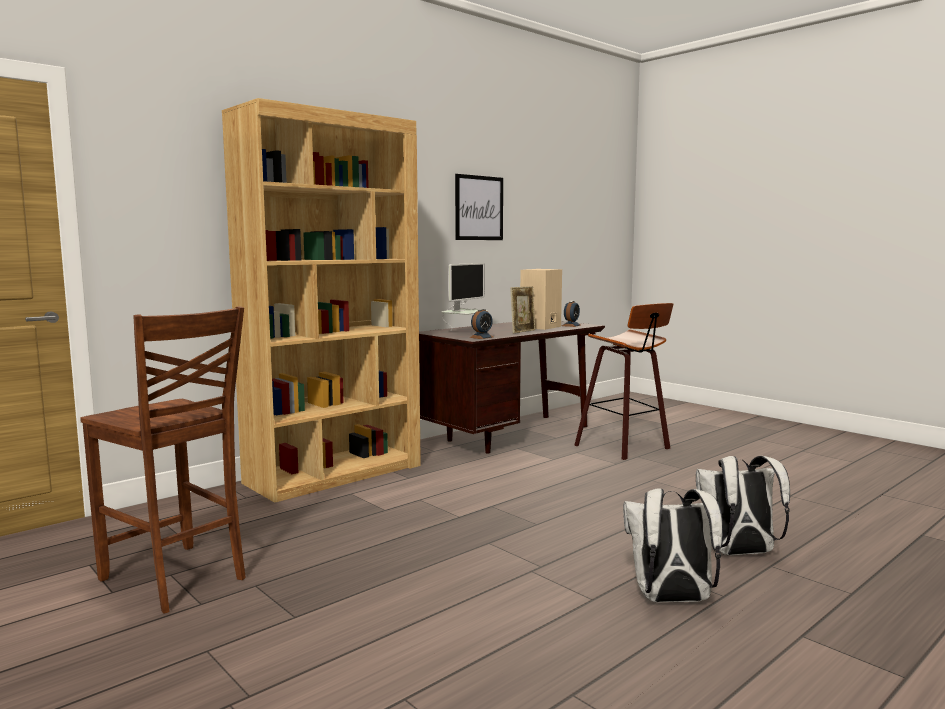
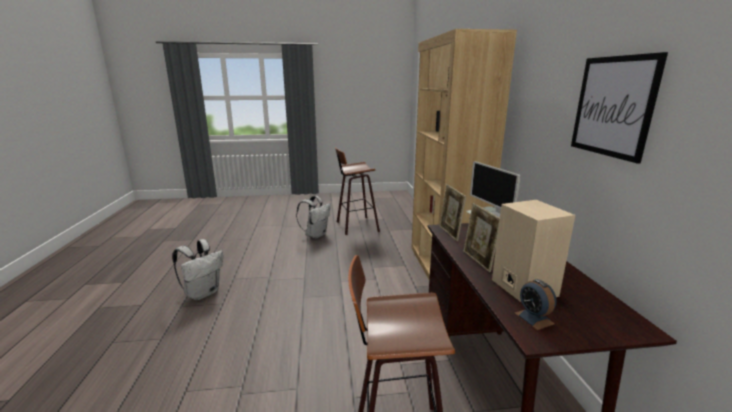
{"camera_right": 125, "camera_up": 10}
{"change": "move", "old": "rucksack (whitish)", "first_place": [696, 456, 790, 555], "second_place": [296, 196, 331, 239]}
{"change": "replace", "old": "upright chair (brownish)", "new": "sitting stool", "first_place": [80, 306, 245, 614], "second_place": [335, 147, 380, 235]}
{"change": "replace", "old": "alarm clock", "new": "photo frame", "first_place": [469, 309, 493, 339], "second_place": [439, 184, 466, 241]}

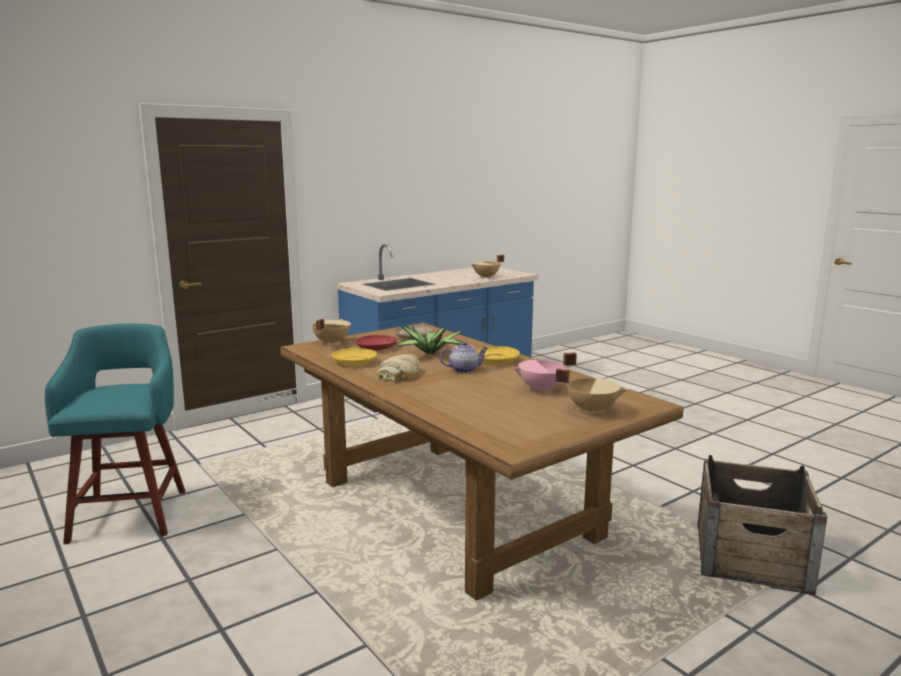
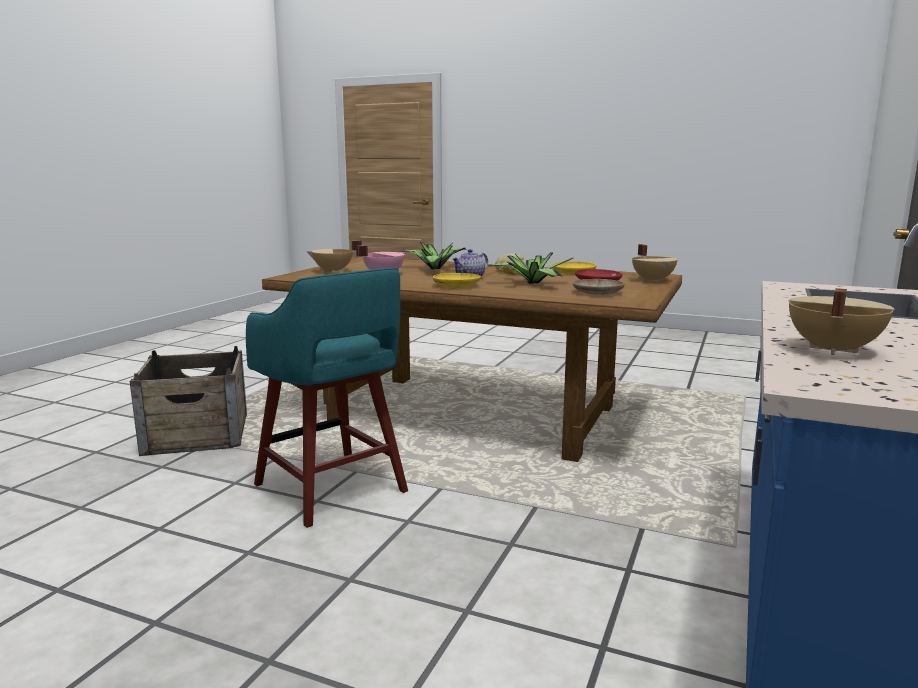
{"camera_right": 150, "camera_up": 0}
{"change": "insert", "new": "potted plant", "second_place": [401, 242, 466, 270]}
{"change": "move", "old": "sitting stool (turquoise)", "first_place": [45, 324, 185, 544], "second_place": [246, 268, 408, 528]}

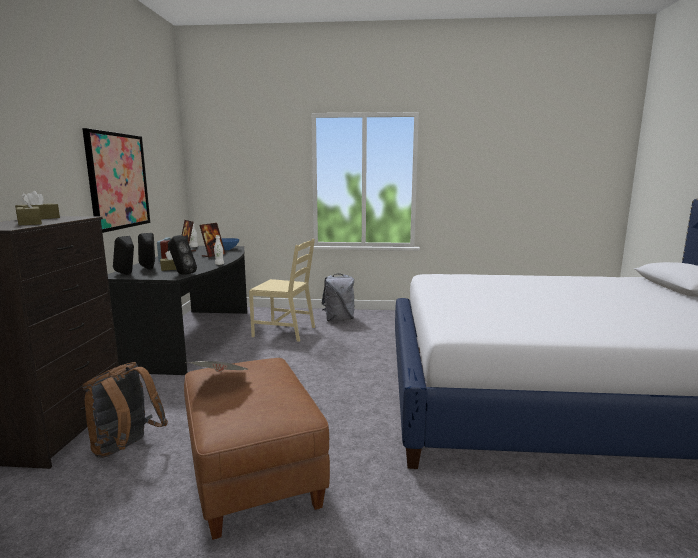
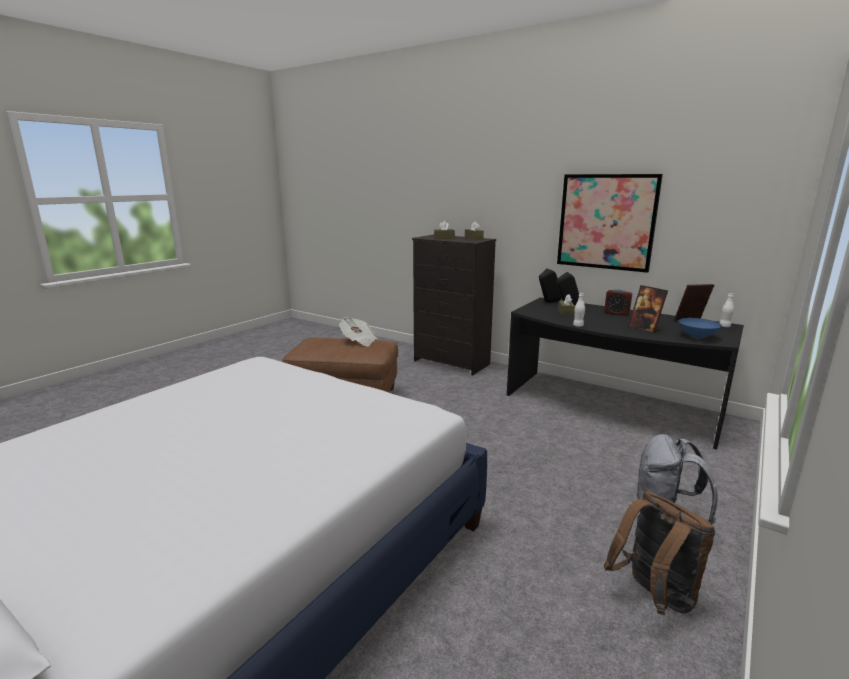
{"camera_right": 120, "camera_up": 5}
{"change": "delete", "old": "speaker (black)", "first_place": [168, 235, 197, 275]}
{"change": "delete", "old": "upright chair (beige-coloured)", "first_place": [249, 239, 315, 342]}
{"change": "move", "old": "rucksack (brownish)", "first_place": [82, 362, 168, 458], "second_place": [604, 491, 716, 615]}

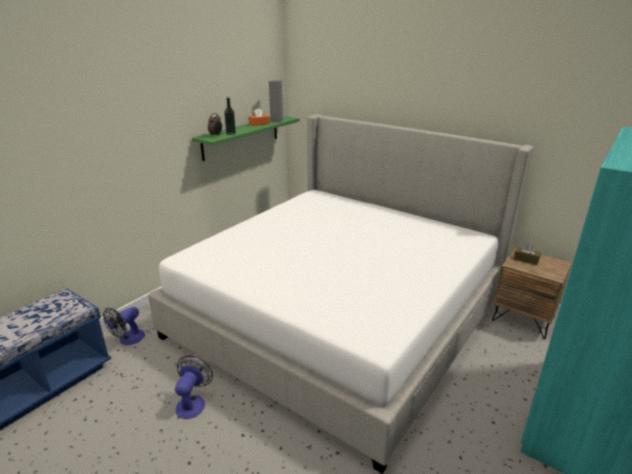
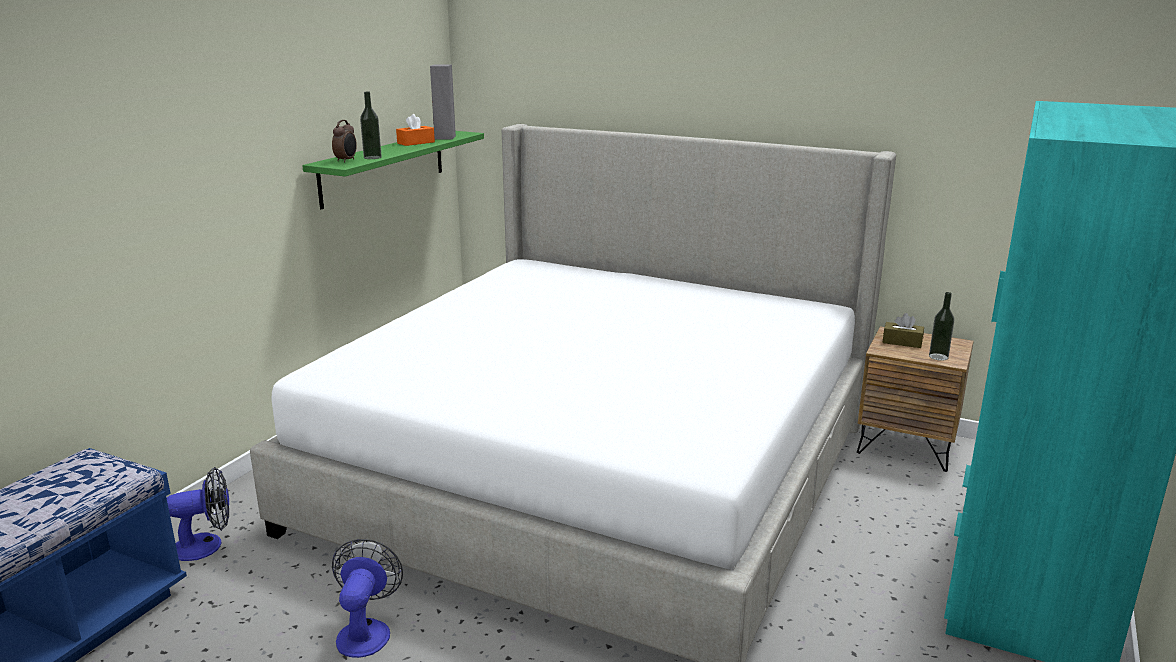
{"camera_right": -10, "camera_up": -5}
{"change": "insert", "new": "beverage bottle", "second_place": [929, 292, 954, 361]}
{"change": "rotate", "old": "fan", "first_place": [103, 307, 145, 345], "second_place": [166, 467, 229, 561], "degrees": -135}

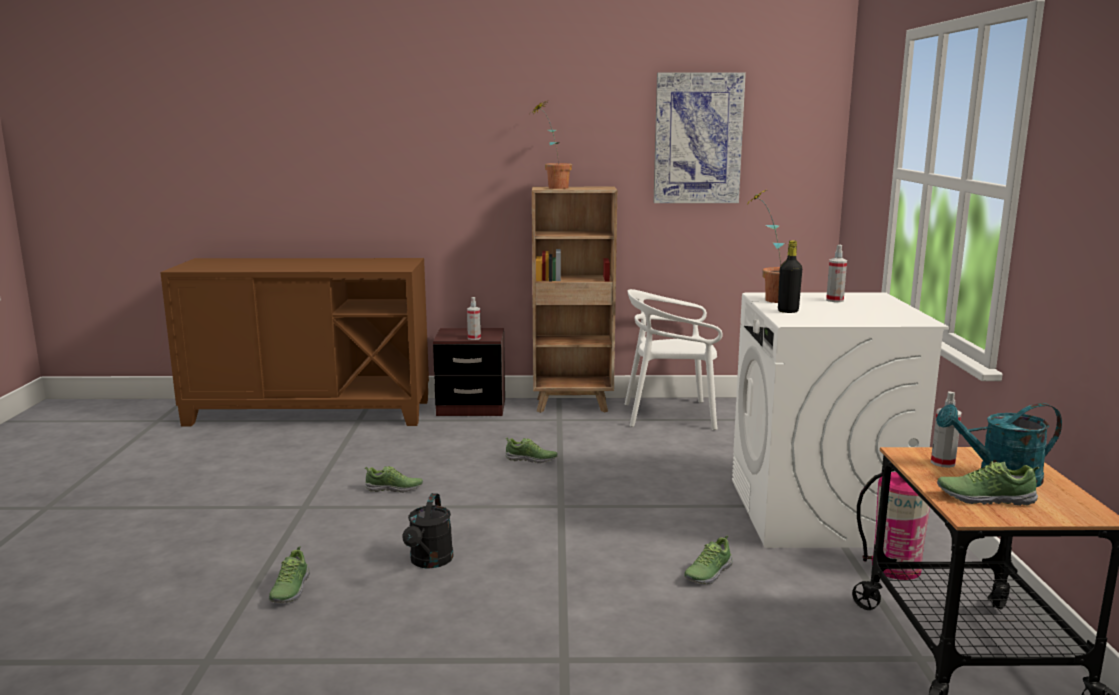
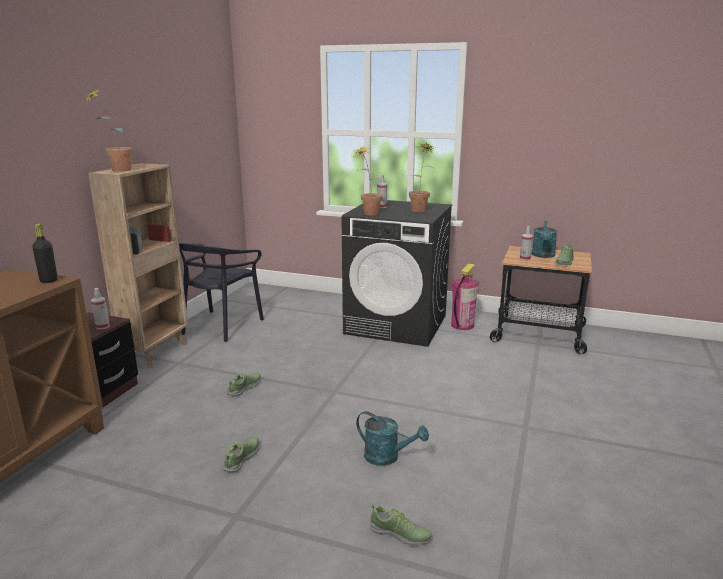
{"camera_right": -70, "camera_up": 5}
{"change": "delete", "old": "wall picture", "first_place": [653, 72, 746, 203]}
{"change": "delete", "old": "shoe", "first_place": [684, 536, 733, 584]}
{"change": "insert", "new": "potted plant", "second_place": [409, 143, 435, 212]}
{"change": "move", "old": "beverage bottle (black)", "first_place": [778, 240, 802, 313], "second_place": [32, 223, 58, 283]}
{"change": "recolor", "old": "sprinkling can (black)", "new": "sprinkling can (turquoise)", "first_place": [402, 493, 454, 568], "second_place": [356, 411, 429, 466]}
{"change": "recolor", "old": "upright chair (whitish)", "new": "upright chair (black)", "first_place": [624, 289, 723, 430], "second_place": [179, 243, 264, 342]}
{"change": "recolor", "old": "laundry appliance (whitish)", "new": "laundry appliance (black)", "first_place": [732, 292, 949, 548], "second_place": [341, 200, 452, 347]}

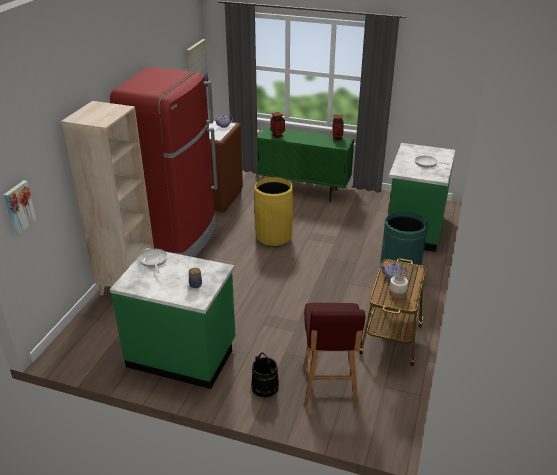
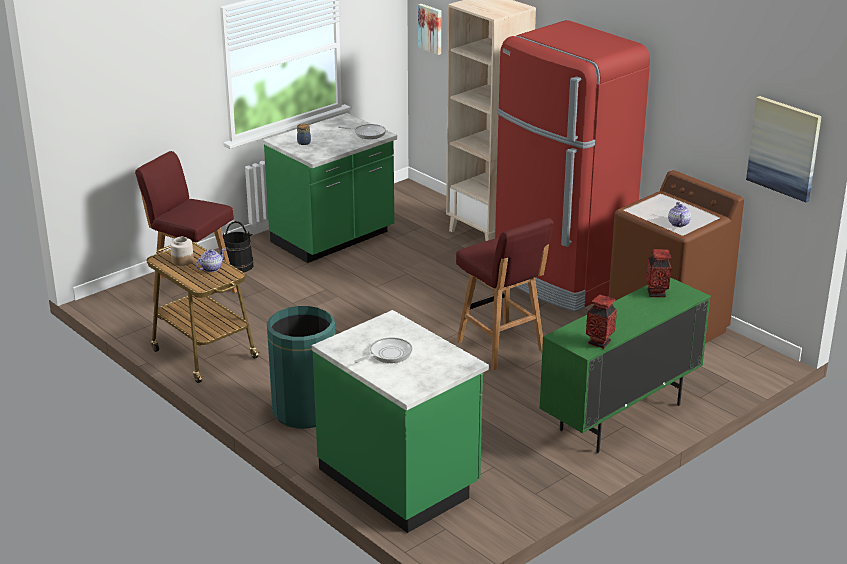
{"camera_right": 120, "camera_up": -5}
{"change": "replace", "old": "rubbish bin (yellow)", "new": "sitting stool (red)", "first_place": [254, 177, 293, 246], "second_place": [456, 218, 554, 370]}

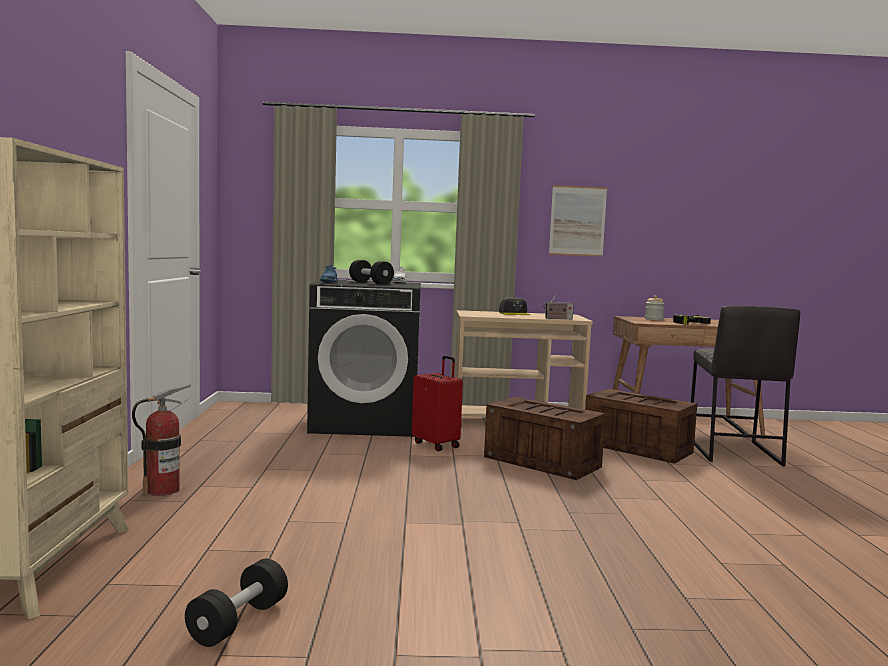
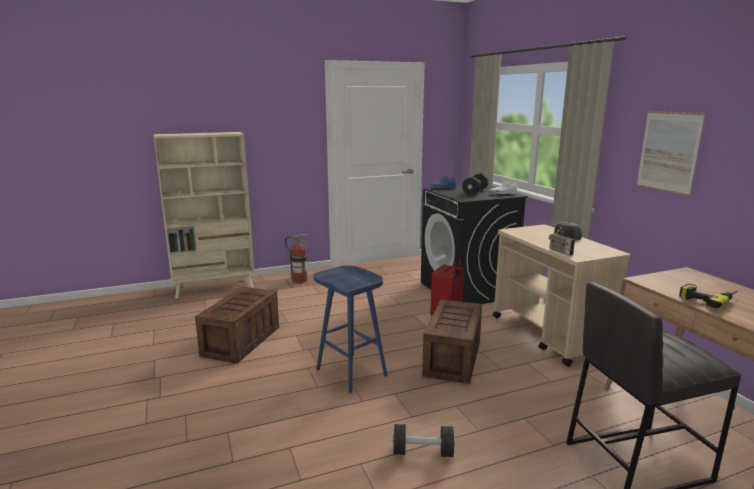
{"camera_right": 70, "camera_up": 10}
{"change": "delete", "old": "preserve jar", "first_place": [645, 295, 664, 320]}
{"change": "insert", "new": "sitting stool (blue-coloured)", "second_place": [314, 265, 387, 393]}
{"change": "move", "old": "dumbbell (black)", "first_place": [185, 559, 288, 647], "second_place": [393, 424, 455, 457]}
{"change": "move", "old": "packing crate", "first_place": [585, 389, 697, 464], "second_place": [195, 287, 279, 364]}

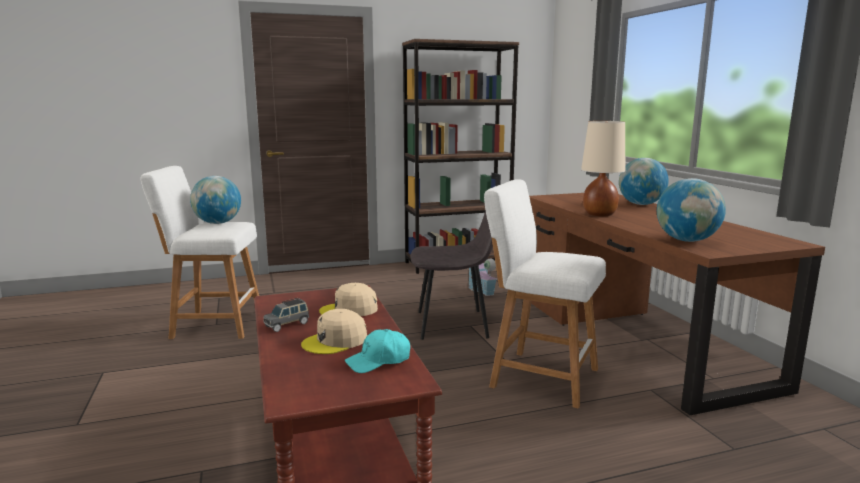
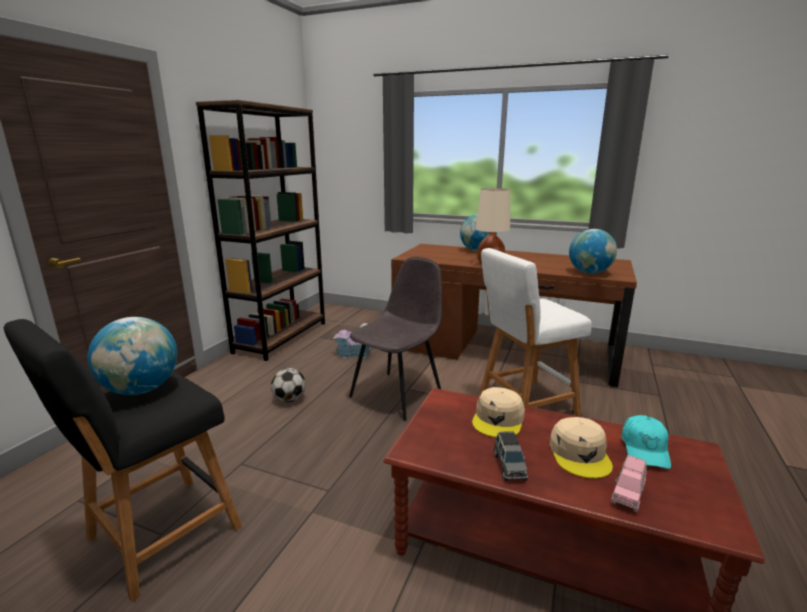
{"camera_right": -50, "camera_up": 5}
{"change": "insert", "new": "football", "second_place": [271, 368, 306, 402]}
{"change": "insert", "new": "miniature car (pink-coloured)", "second_place": [611, 455, 647, 513]}
{"change": "recolor", "old": "sitting stool (whitish)", "new": "sitting stool (black)", "first_place": [141, 166, 259, 339], "second_place": [4, 319, 242, 602]}

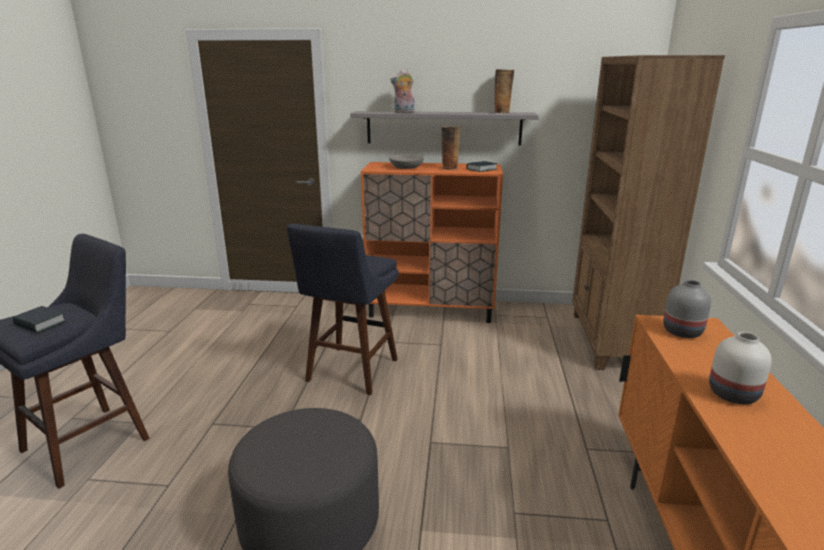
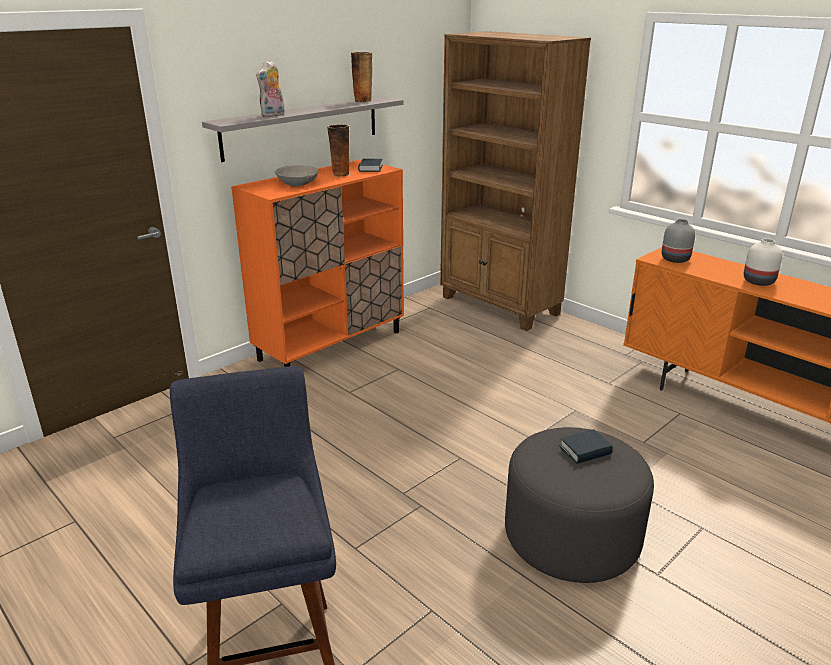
{"camera_right": -50, "camera_up": 5}
{"change": "delete", "old": "sitting stool (blue-coloured)", "first_place": [286, 224, 398, 395]}
{"change": "move", "old": "volume", "first_place": [12, 306, 66, 333], "second_place": [559, 429, 613, 464]}

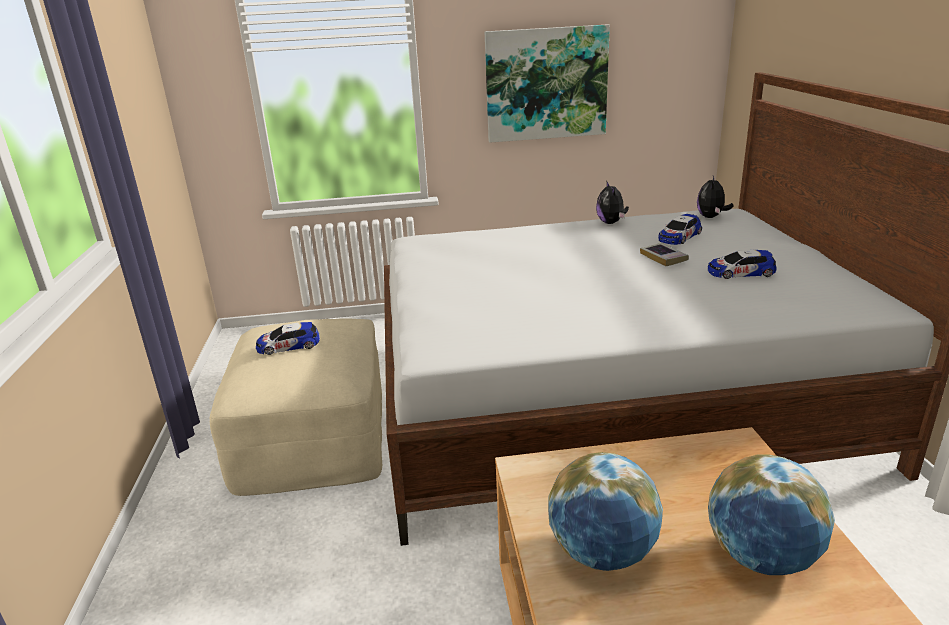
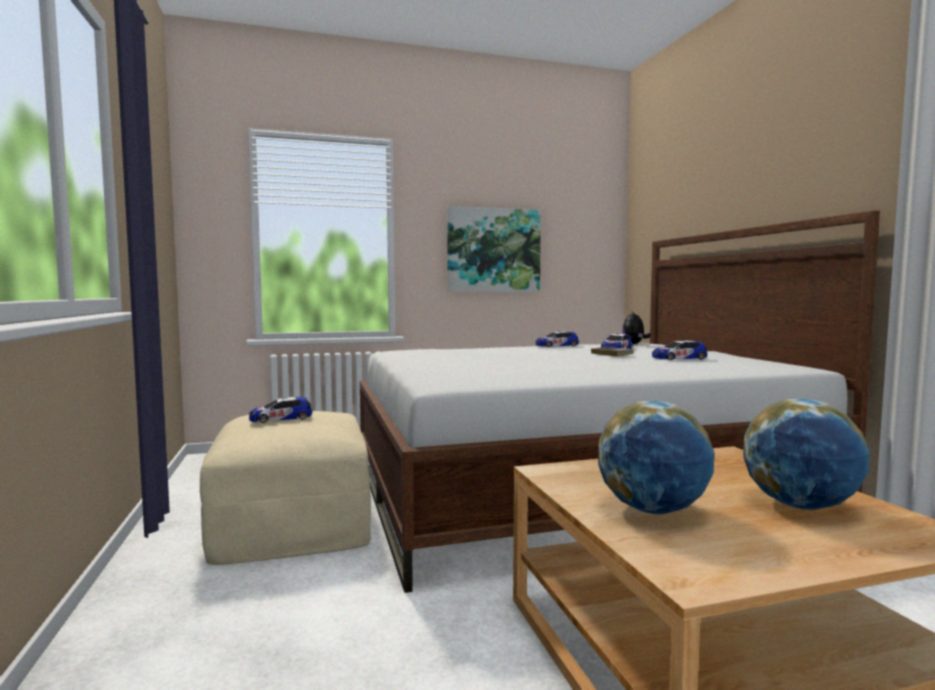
{"camera_right": -10, "camera_up": -20}
{"change": "replace", "old": "cuddly toy", "new": "miniature car", "first_place": [596, 180, 629, 224], "second_place": [536, 331, 579, 347]}

